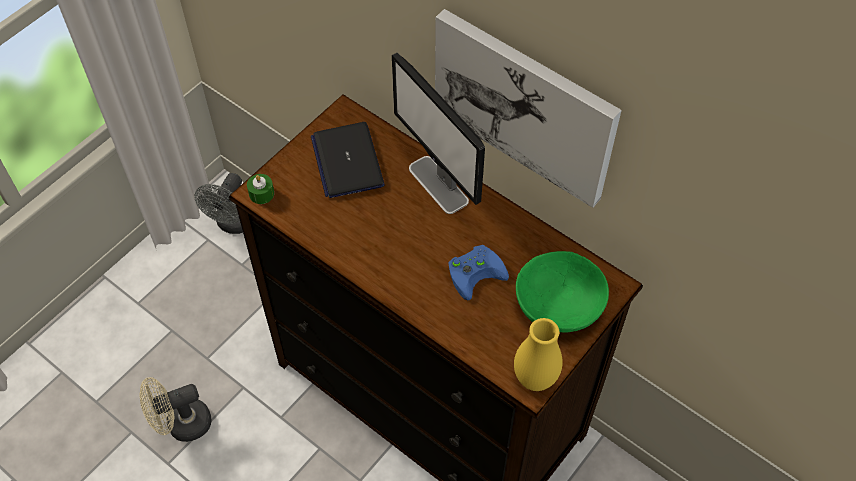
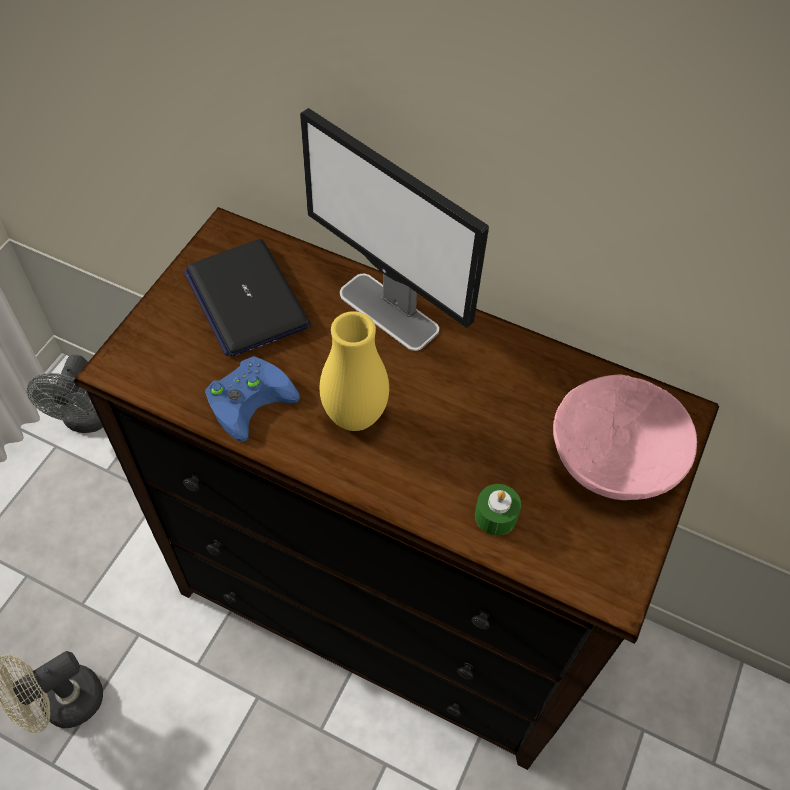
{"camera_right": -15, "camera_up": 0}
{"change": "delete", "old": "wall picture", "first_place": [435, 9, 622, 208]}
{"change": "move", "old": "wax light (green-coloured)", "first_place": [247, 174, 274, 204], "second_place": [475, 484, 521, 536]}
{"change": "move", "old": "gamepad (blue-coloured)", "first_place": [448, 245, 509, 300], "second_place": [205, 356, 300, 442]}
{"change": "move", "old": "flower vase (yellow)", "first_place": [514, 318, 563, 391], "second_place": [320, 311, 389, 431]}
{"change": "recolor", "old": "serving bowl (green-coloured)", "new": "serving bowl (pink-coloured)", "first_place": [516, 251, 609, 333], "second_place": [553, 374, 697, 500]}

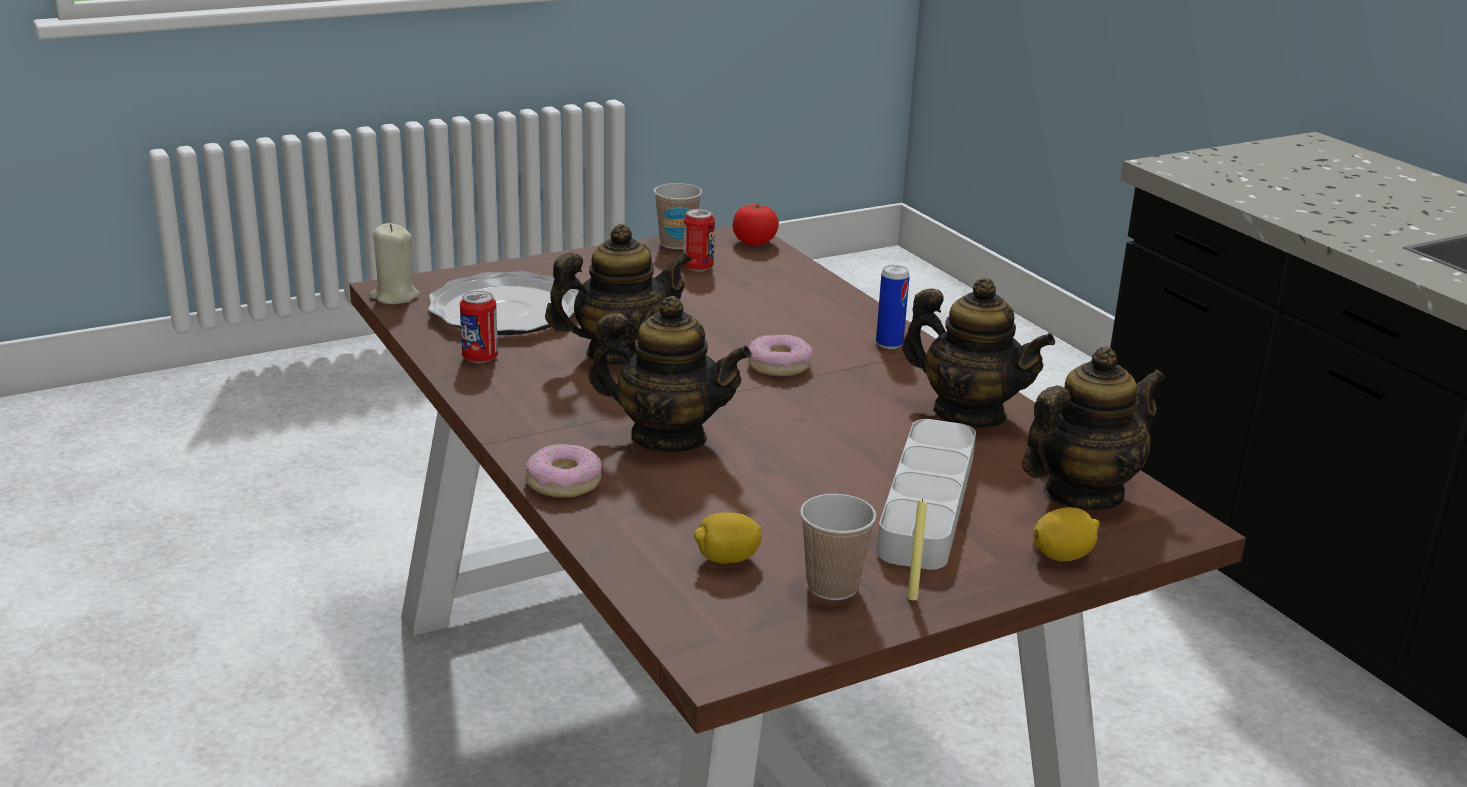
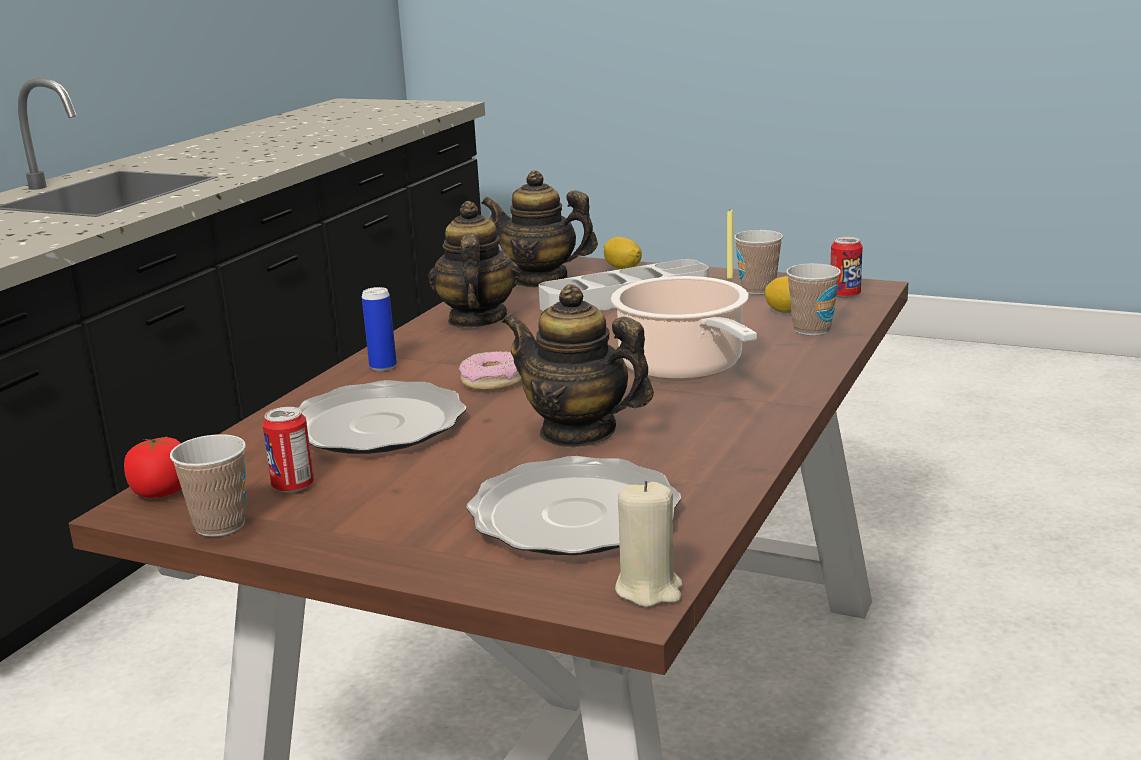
{"camera_right": -125, "camera_up": -5}
{"change": "delete", "old": "doughnut", "first_place": [525, 444, 602, 497]}
{"change": "insert", "new": "plate", "second_place": [299, 380, 466, 454]}
{"change": "insert", "new": "small cup", "second_place": [786, 263, 841, 336]}
{"change": "move", "old": "metal can", "first_place": [460, 291, 498, 363], "second_place": [831, 237, 863, 298]}
{"change": "replace", "old": "teapot", "new": "cooking pot", "first_place": [588, 296, 752, 452], "second_place": [611, 276, 757, 381]}

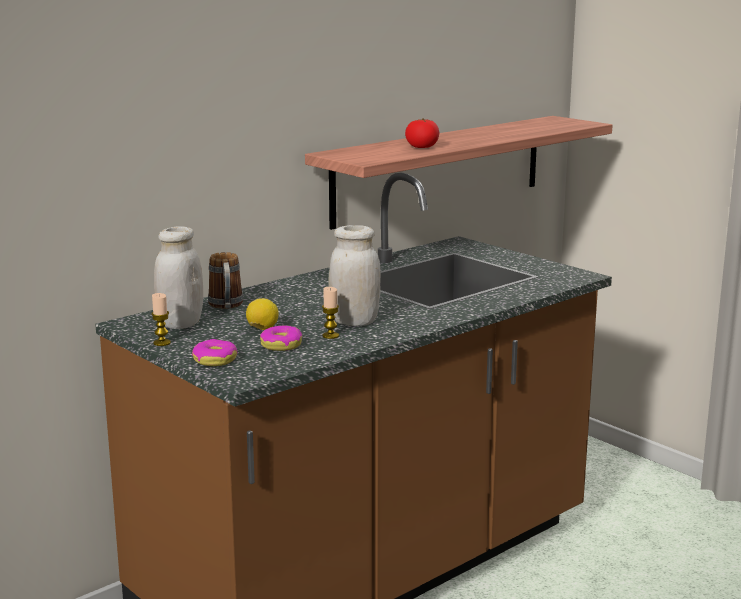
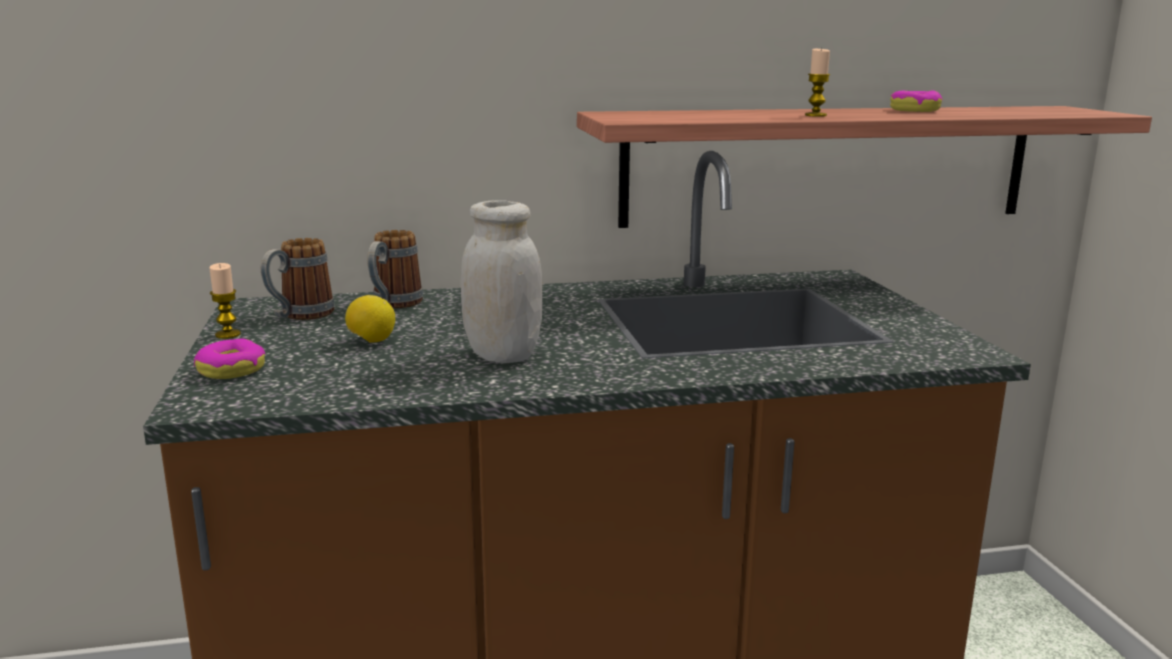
{"camera_right": 30, "camera_up": 0}
{"change": "delete", "old": "whole tomato", "first_place": [405, 118, 439, 148]}
{"change": "move", "old": "doughnut", "first_place": [260, 326, 302, 351], "second_place": [890, 91, 942, 112]}
{"change": "move", "old": "wax light", "first_place": [322, 287, 339, 339], "second_place": [805, 48, 830, 117]}
{"change": "replace", "old": "preserve jar (whitish)", "new": "mug", "first_place": [154, 226, 203, 329], "second_place": [261, 238, 335, 320]}

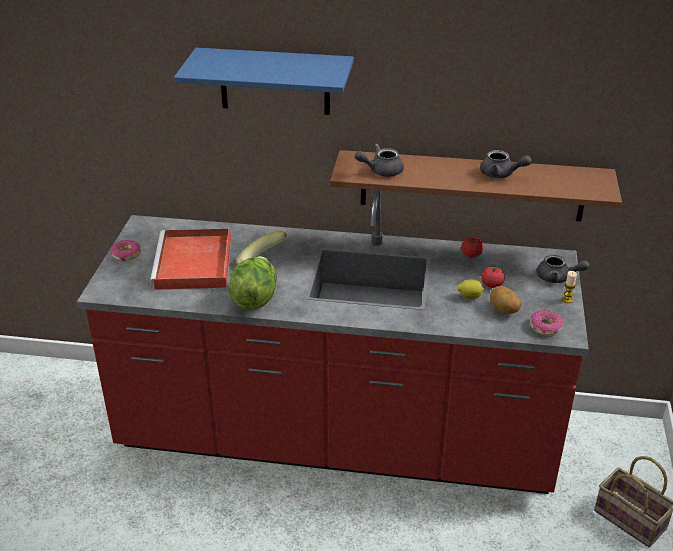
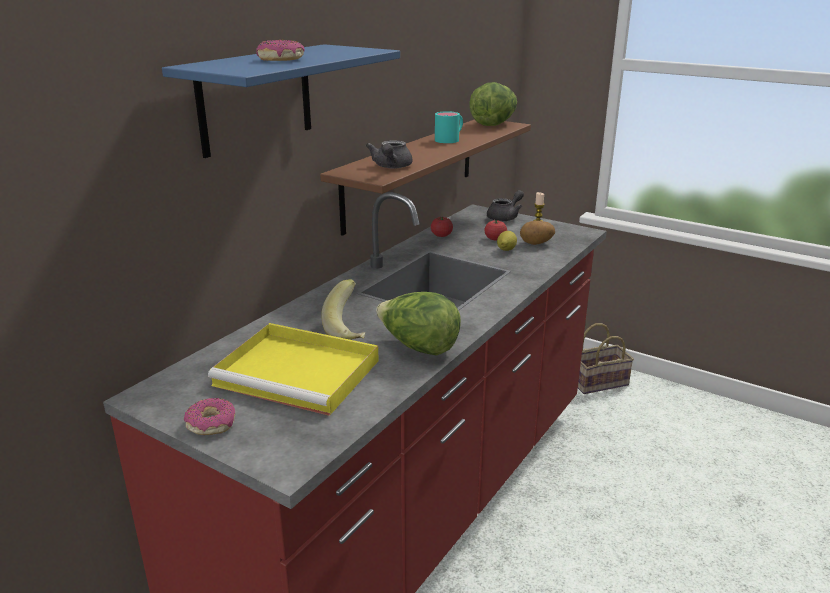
{"camera_right": -65, "camera_up": -10}
{"change": "insert", "new": "head of lettuce", "second_place": [469, 82, 517, 126]}
{"change": "move", "old": "doughnut", "first_place": [530, 310, 563, 335], "second_place": [256, 40, 305, 61]}
{"change": "replace", "old": "teapot (grey)", "new": "mug (turquoise)", "first_place": [480, 150, 532, 178], "second_place": [435, 111, 463, 143]}
{"change": "recolor", "old": "serving tray (red)", "new": "serving tray (yellow)", "first_place": [150, 228, 231, 290], "second_place": [208, 323, 379, 416]}

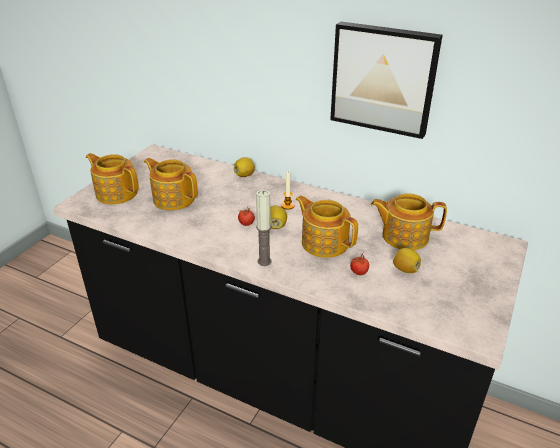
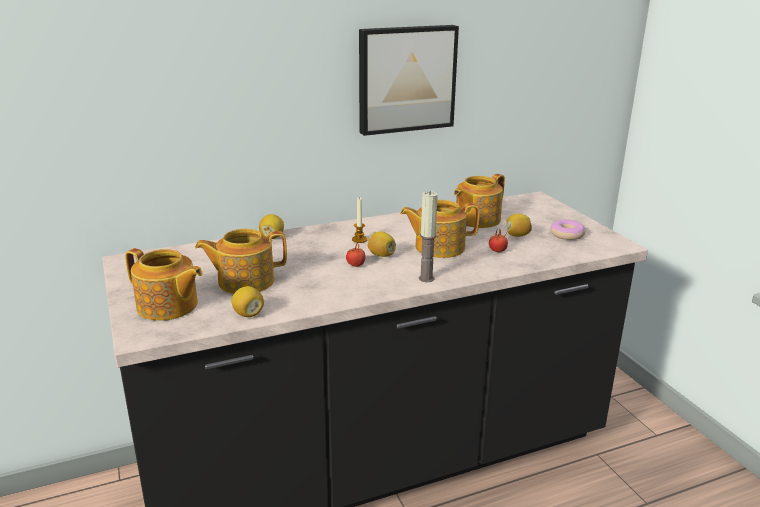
{"camera_right": -50, "camera_up": -10}
{"change": "insert", "new": "whole lemon", "second_place": [232, 286, 264, 317]}
{"change": "insert", "new": "doughnut", "second_place": [550, 220, 585, 240]}
{"change": "rotate", "old": "teapot", "first_place": [86, 153, 139, 204], "second_place": [125, 248, 203, 321], "degrees": -135}

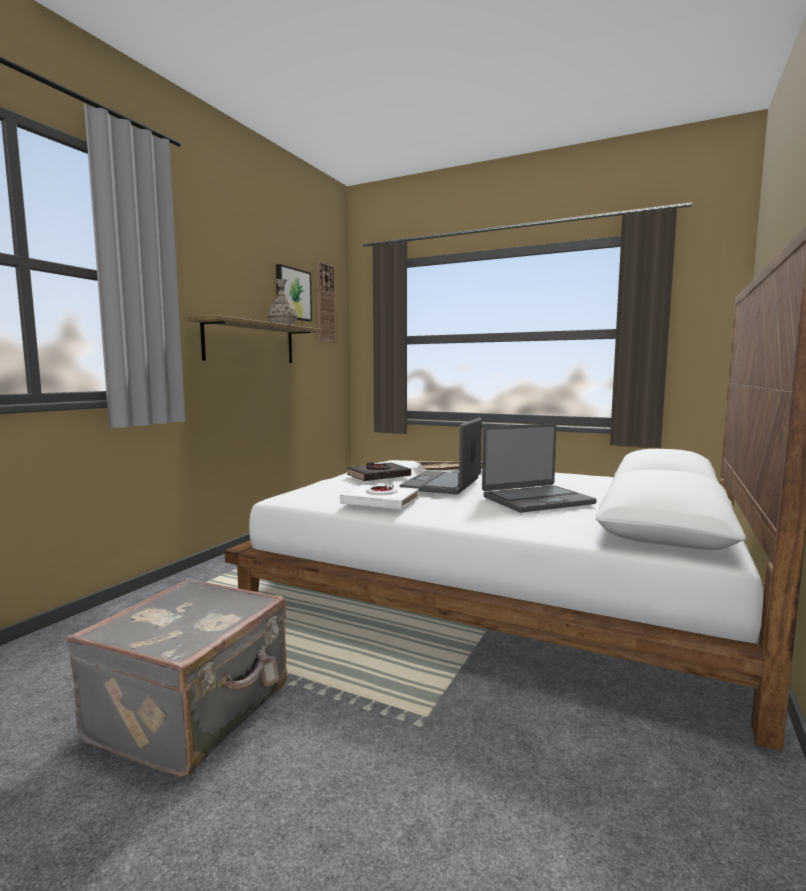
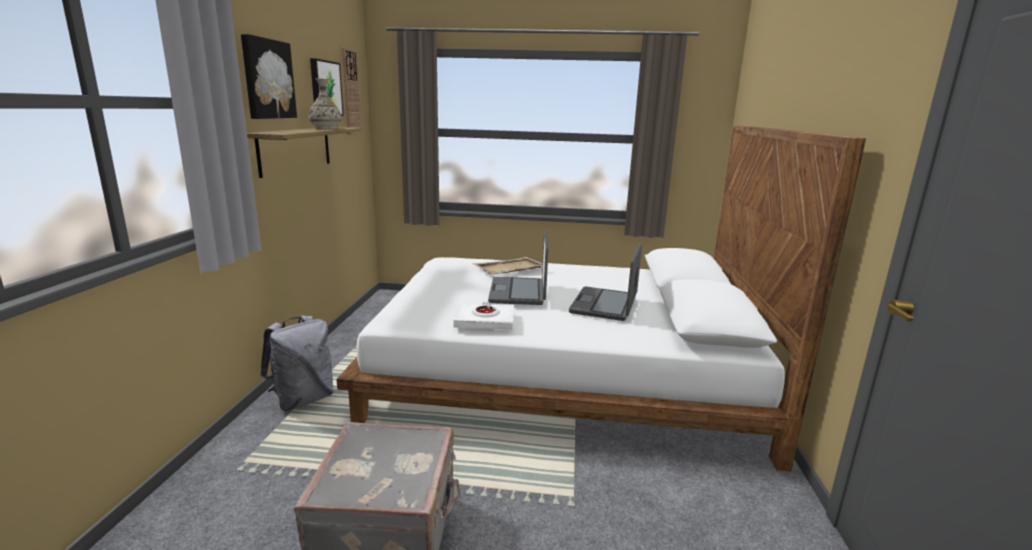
{"camera_right": -20, "camera_up": 10}
{"change": "delete", "old": "volume (black)", "first_place": [347, 462, 411, 481]}
{"change": "insert", "new": "wall picture", "second_place": [241, 34, 297, 119]}
{"change": "insert", "new": "rucksack (grey)", "second_place": [260, 315, 334, 411]}
{"change": "rotate", "old": "laptop", "first_place": [482, 424, 597, 512], "second_place": [569, 243, 642, 321], "degrees": 150}

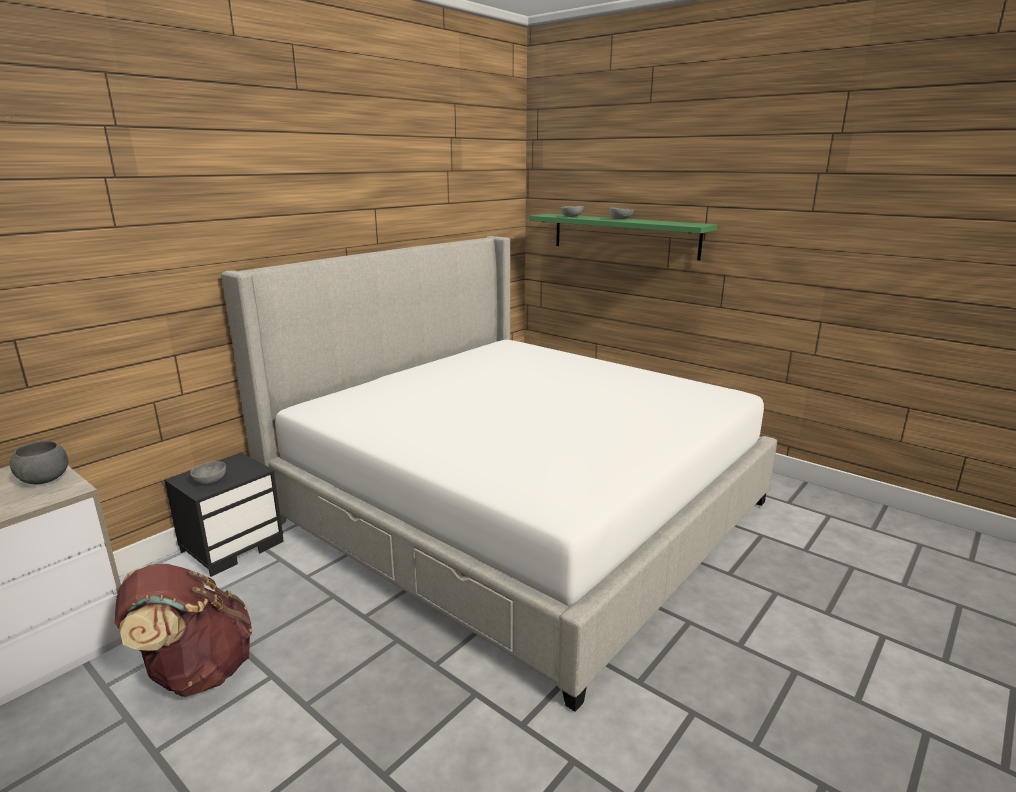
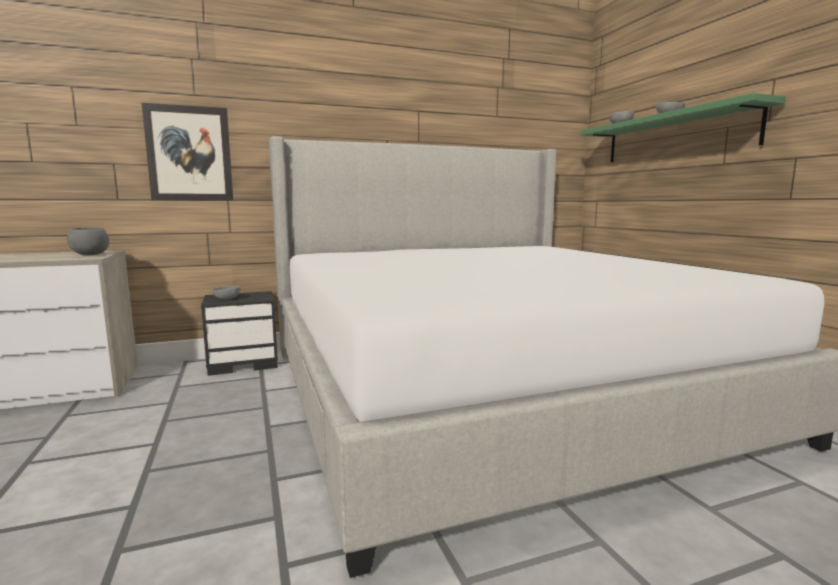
{"camera_right": 30, "camera_up": -10}
{"change": "delete", "old": "rucksack (brownish)", "first_place": [115, 564, 252, 697]}
{"change": "insert", "new": "wall picture", "second_place": [142, 103, 233, 201]}

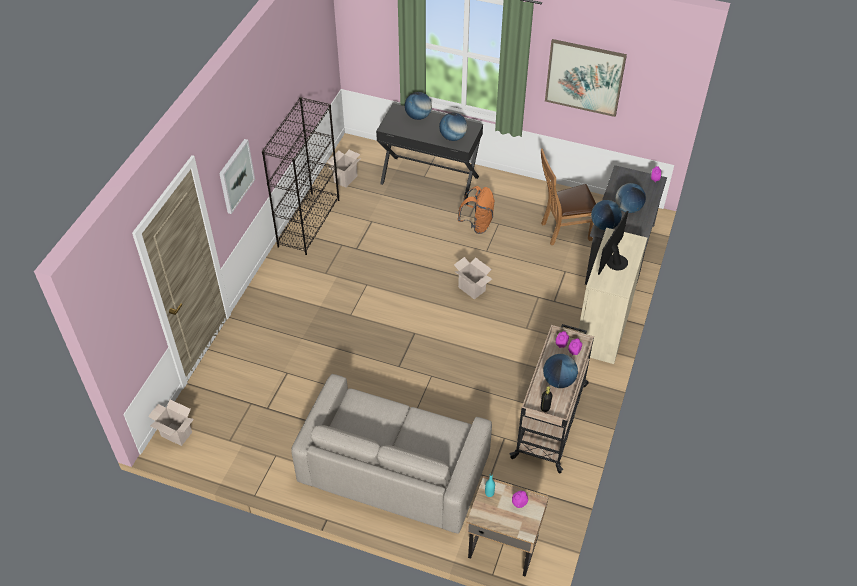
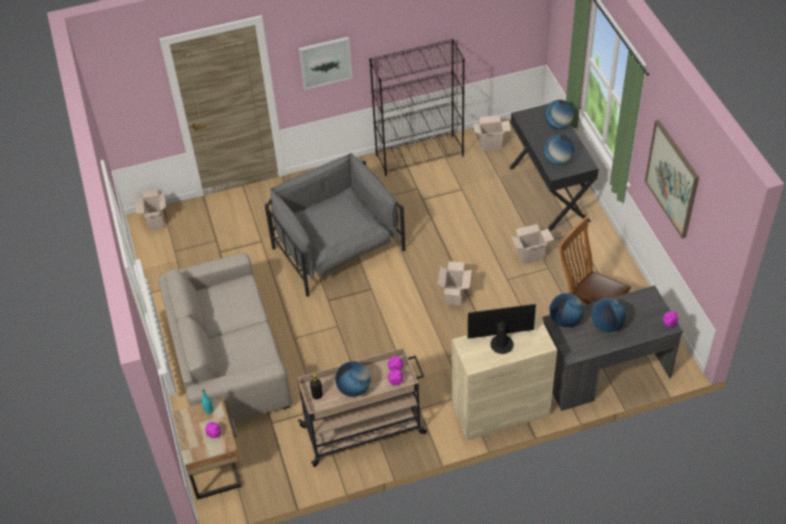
{"camera_right": 55, "camera_up": 0}
{"change": "insert", "new": "armchair (grey)", "second_place": [265, 153, 405, 297]}
{"change": "replace", "old": "rucksack (orange)", "new": "carton", "first_place": [457, 186, 495, 234], "second_place": [511, 224, 554, 265]}

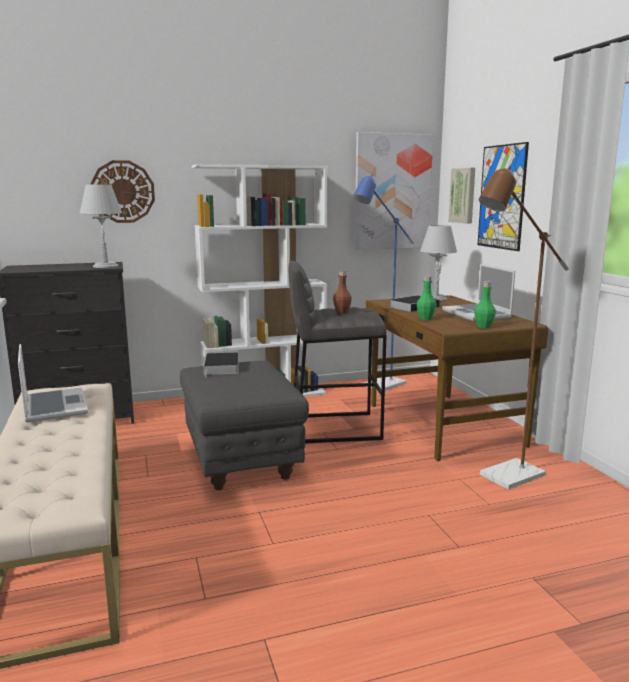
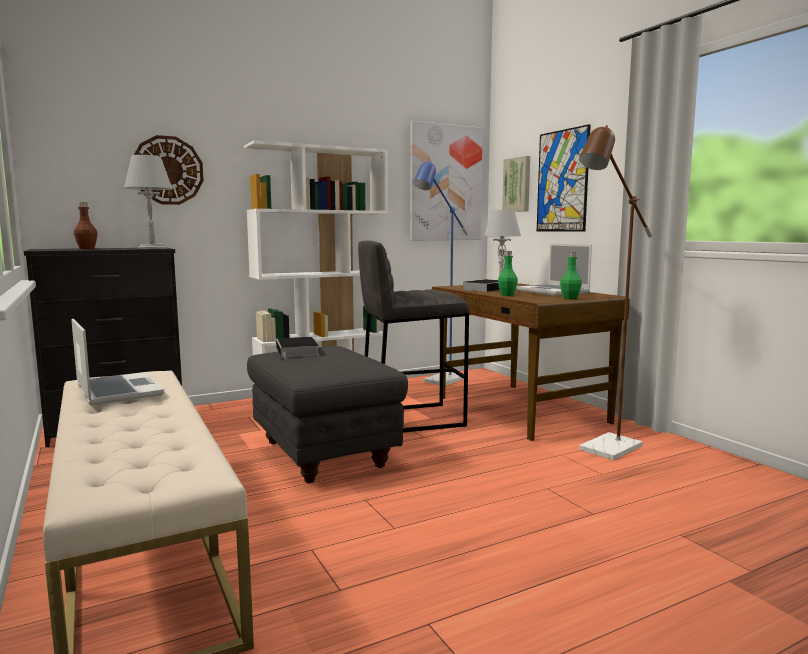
{"camera_right": -10, "camera_up": -5}
{"change": "move", "old": "beverage bottle (brownish)", "first_place": [333, 271, 352, 314], "second_place": [74, 202, 97, 249]}

